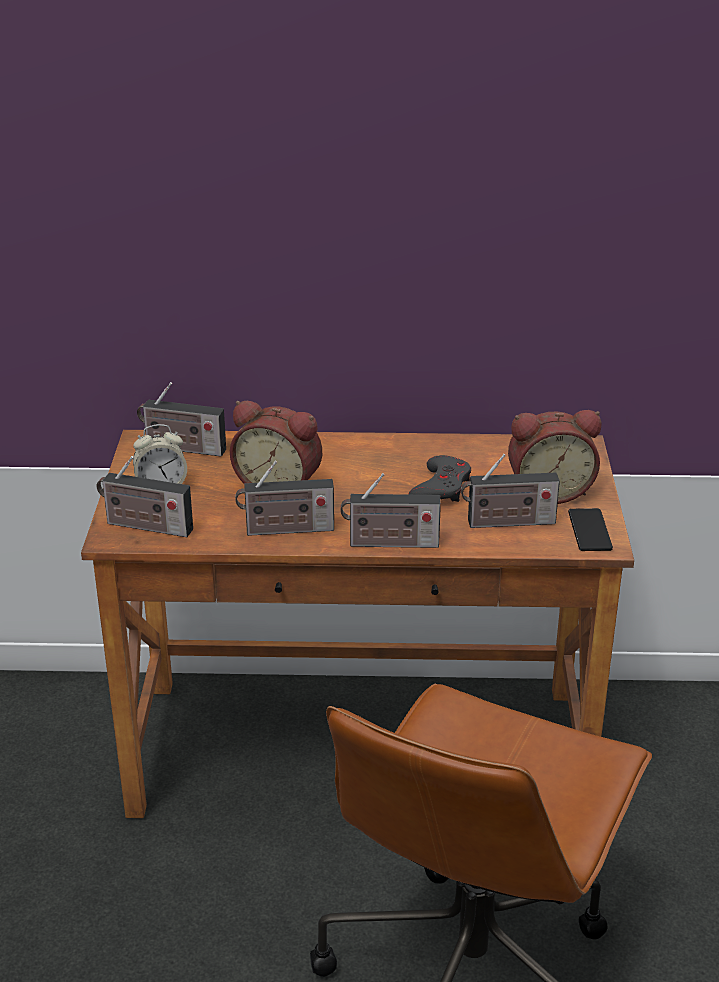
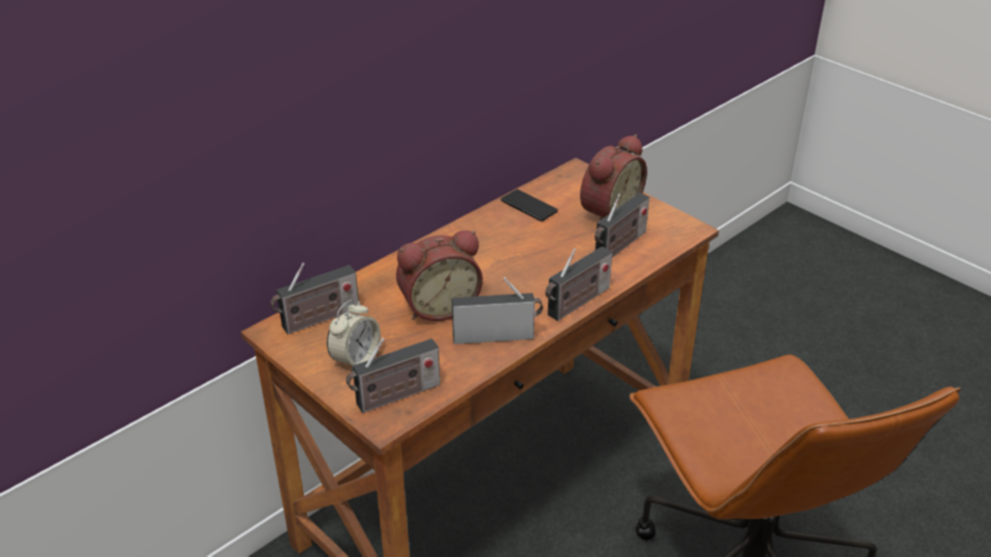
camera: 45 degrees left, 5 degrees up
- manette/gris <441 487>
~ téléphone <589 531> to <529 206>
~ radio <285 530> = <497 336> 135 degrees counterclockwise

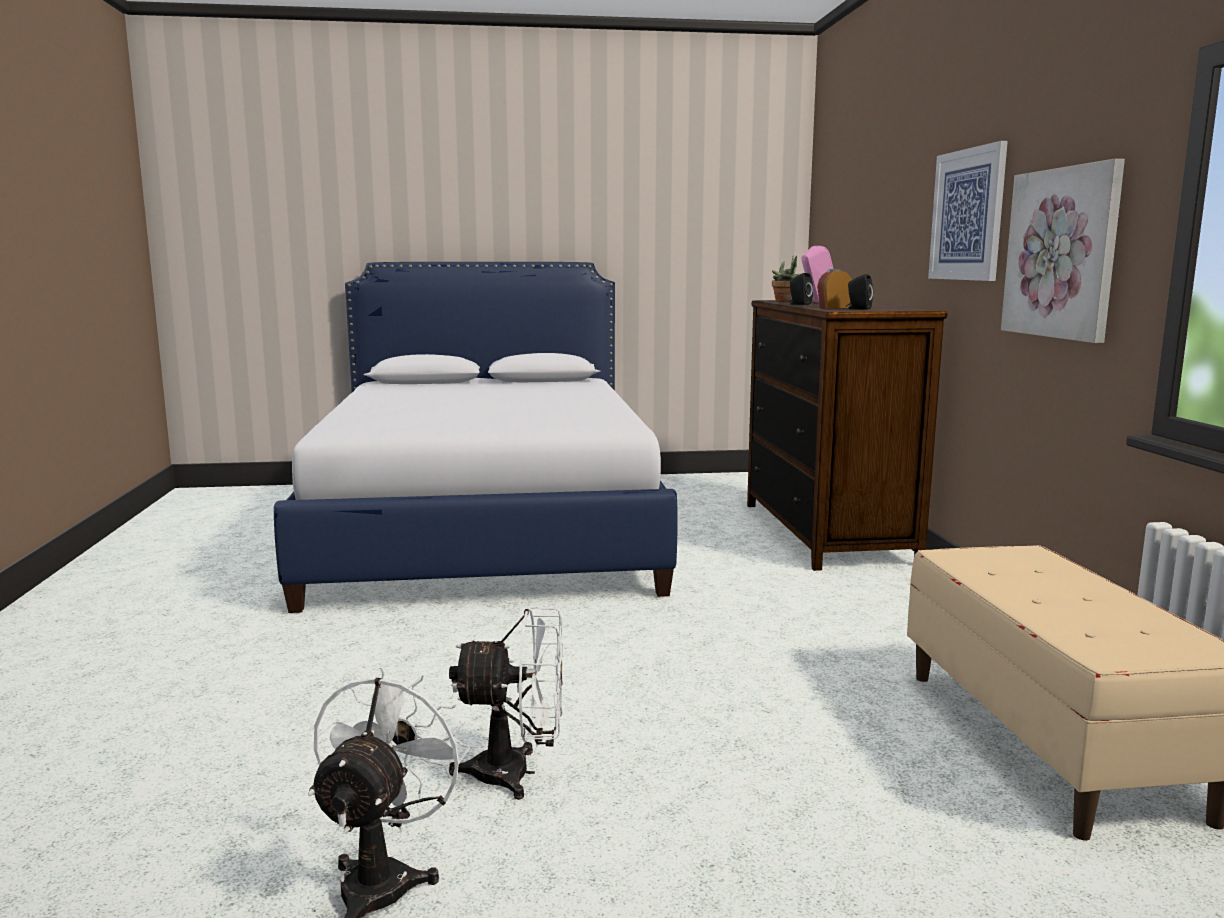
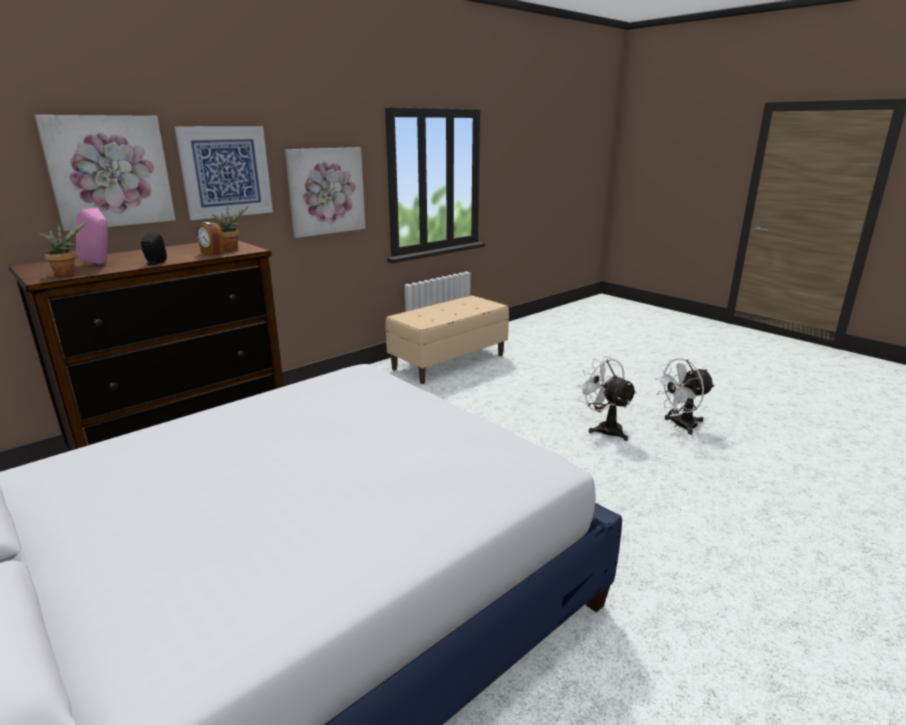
camera: 125 degrees left, 10 degrees up
+ tableau <109 171>
~ enceinte/noir <858 309> to plante en pot <231 248>

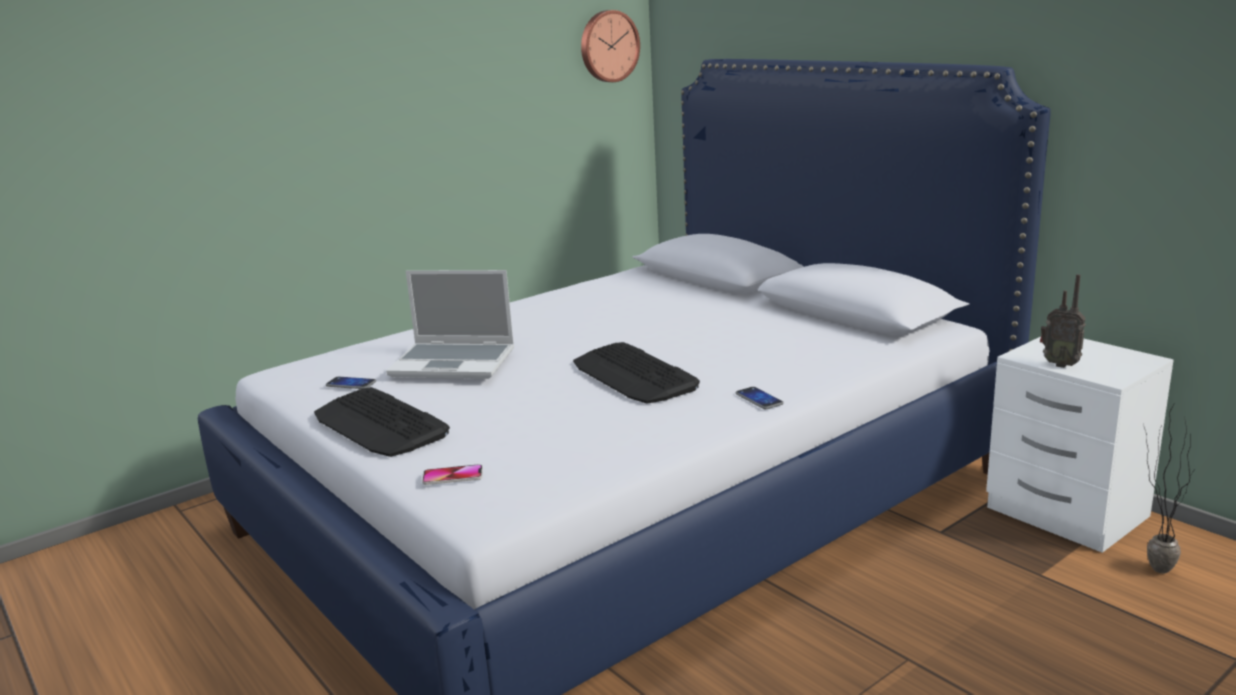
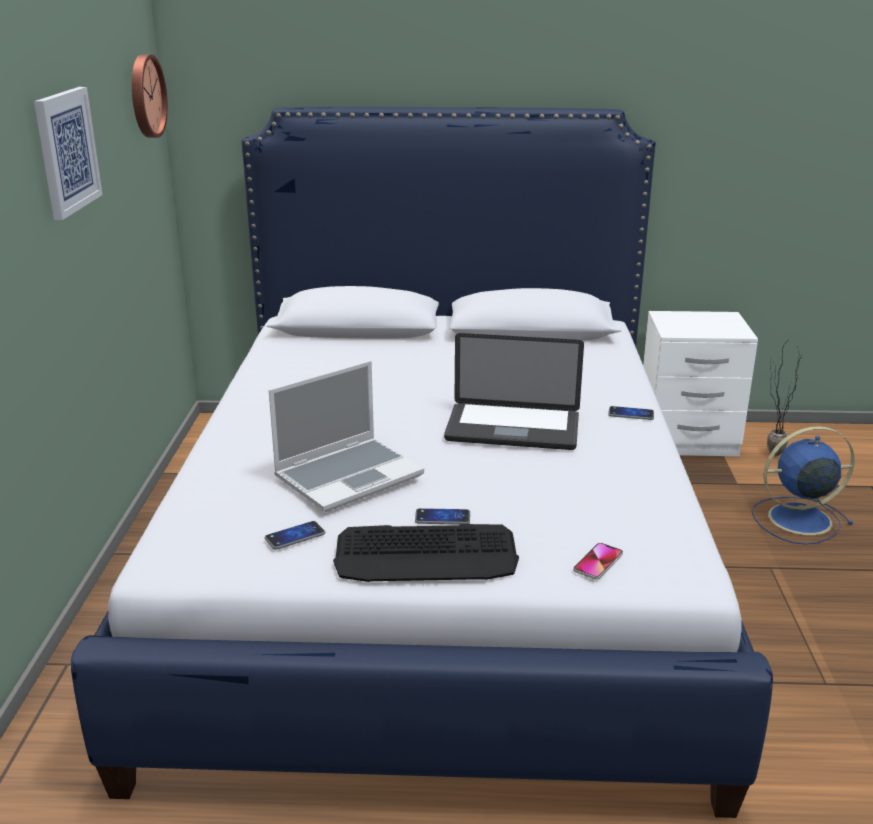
camera: 50 degrees left, 5 degrees up
- radio <1059 364>
+ tableau <66 151>
+ téléphone <442 518>
+ ventilateur/bleu <797 519>
~ clavier <633 375> to ordinateur portable <512 429>

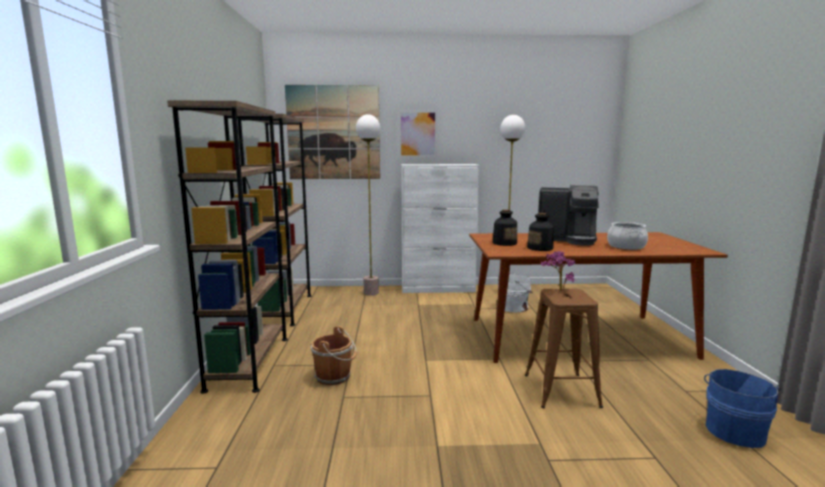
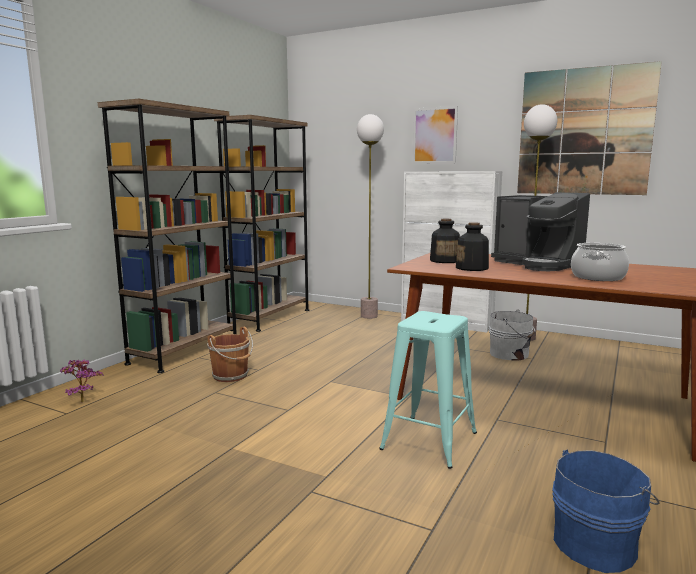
camera: 30 degrees right, 0 degrees up
~ tableau <333 133> to <584 132>
~ plante en pot <558 290> to <81 401>
~ tabouret/marron <561 390> to tabouret/turquoise <429 441>

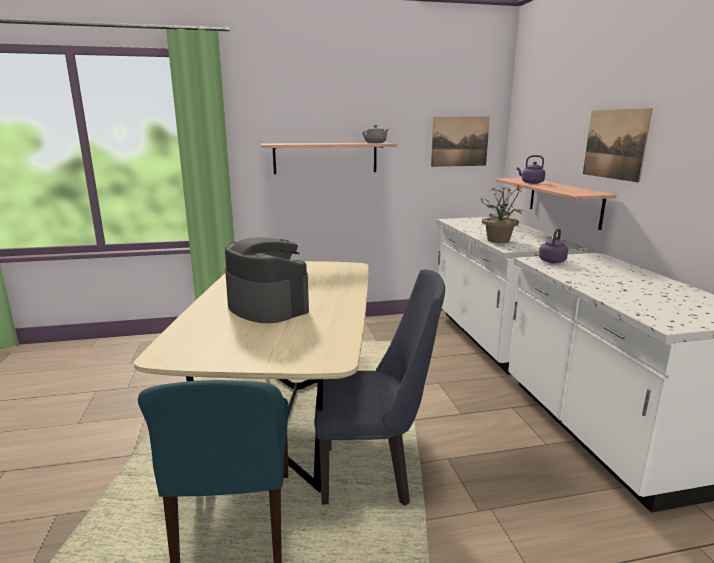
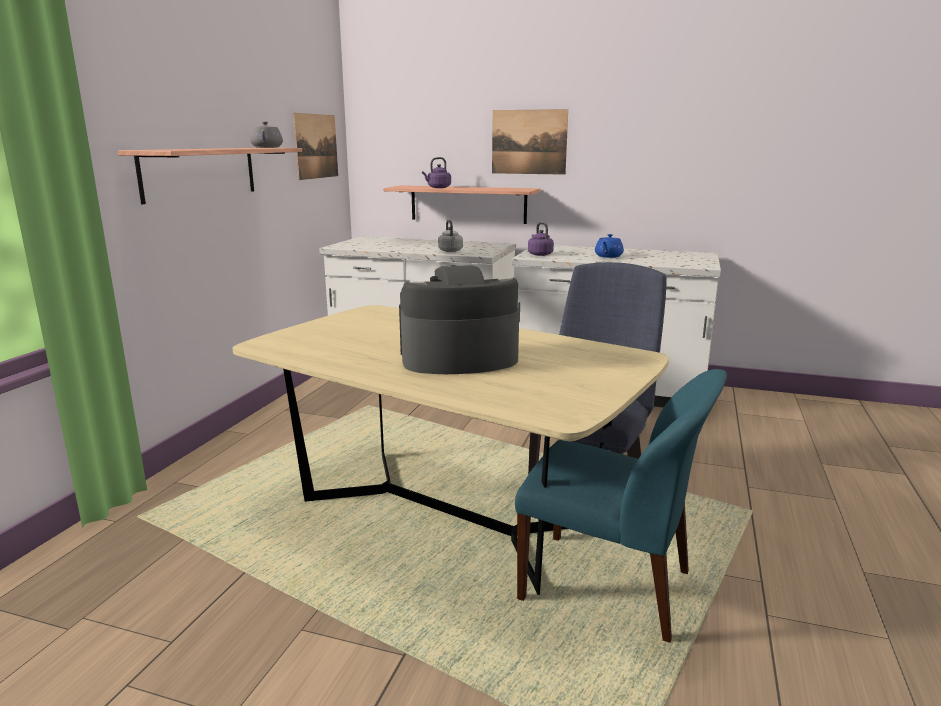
camera: 60 degrees left, 0 degrees up
+ théière/bleu <608 256>
~ plante en pot <499 240> to bouilloire/gris <450 251>

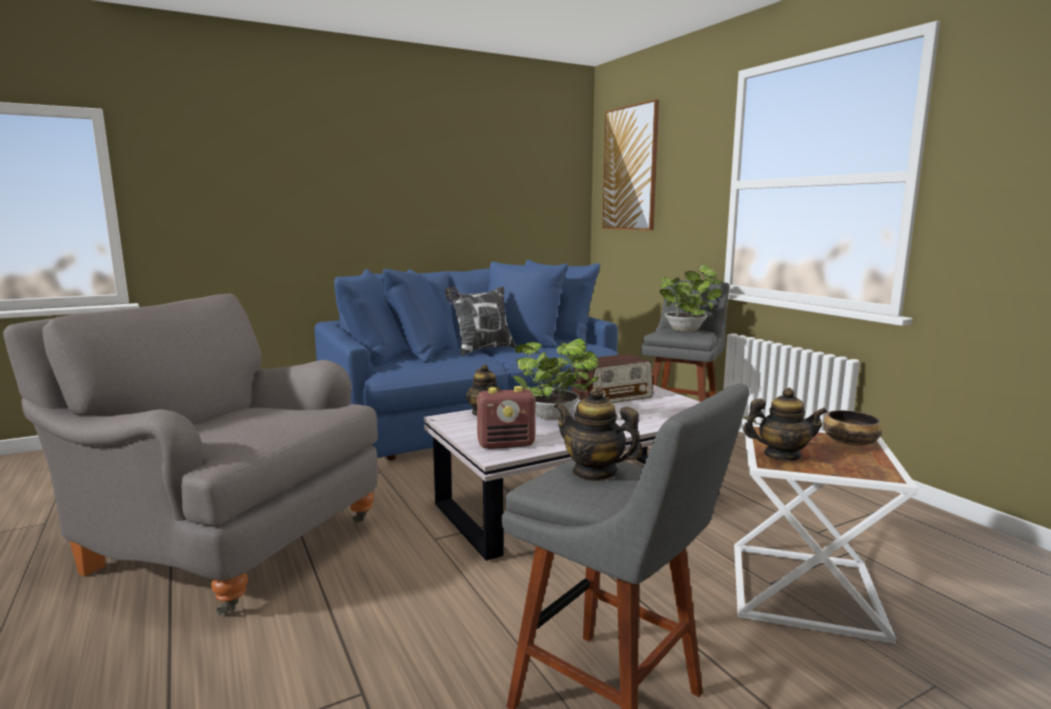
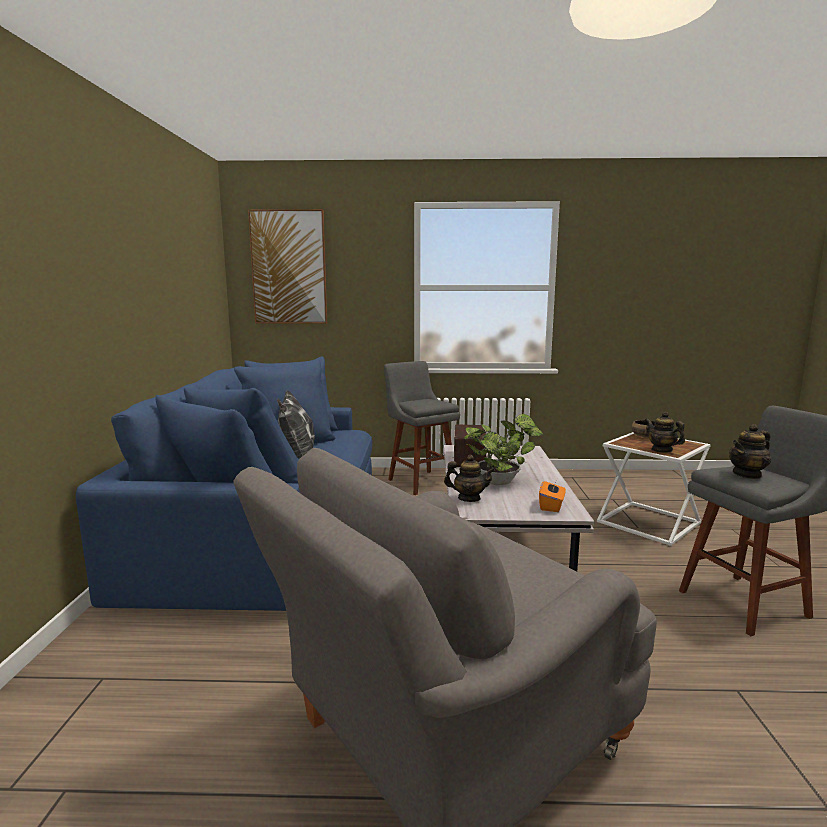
camera: 60 degrees left, 0 degrees up
- plante en pot <687 330>
~ radio <506 444> to boîte à mouchoirs/orange <551 506>
~ théière <781 455> = <661 450> 75 degrees counterclockwise

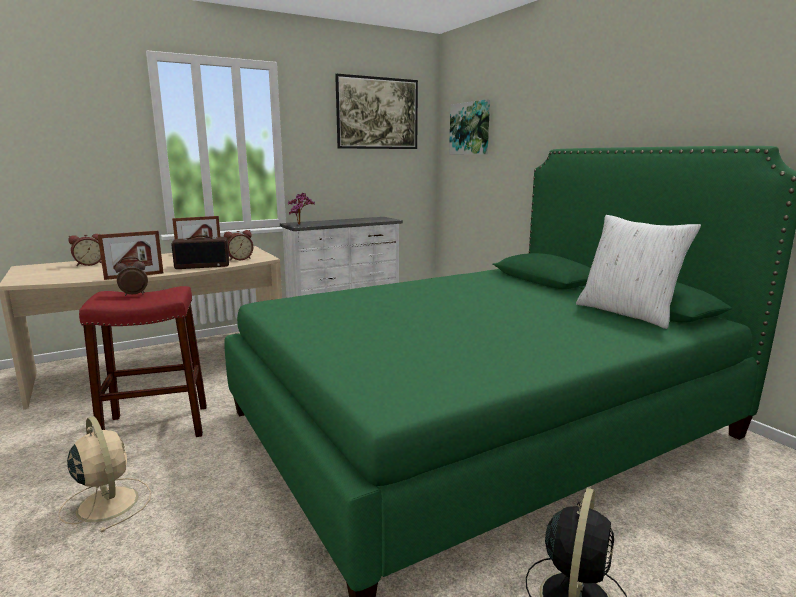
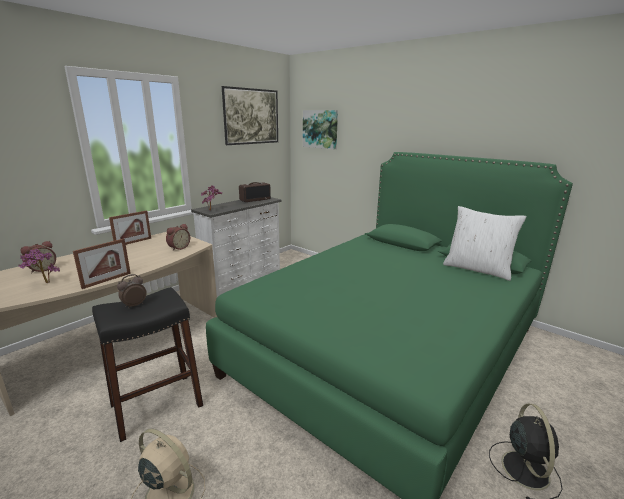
camera: 20 degrees left, 5 degrees up
+ plante en pot <44 283>
~ radio <203 266> to <255 199>
~ tabouret/rouge <156 426> to tabouret/noir <156 405>

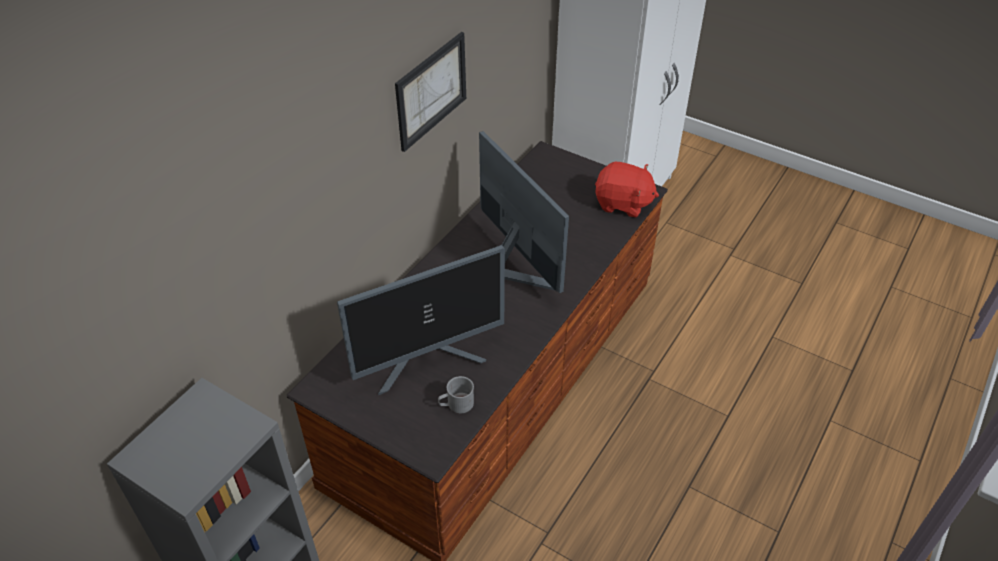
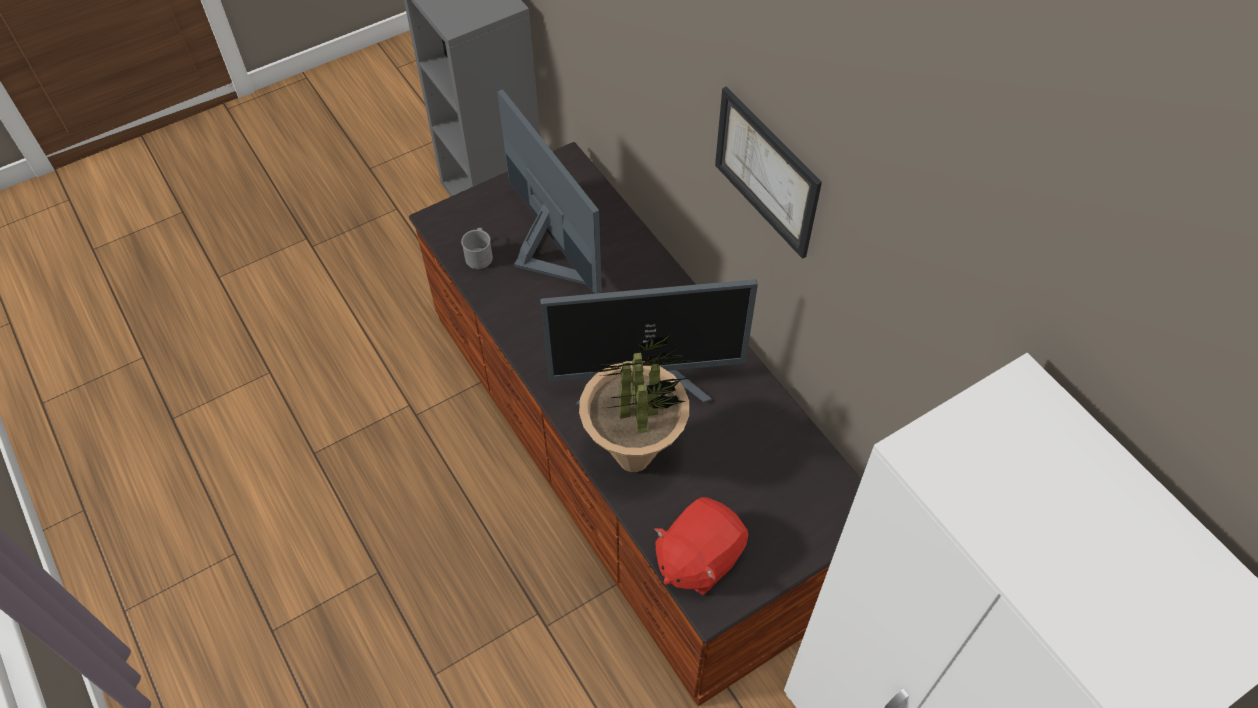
camera: 115 degrees right, 10 degrees up
+ plante en pot <634 457>
~ écran d'ordinateur <428 360> = <549 251> 150 degrees clockwise

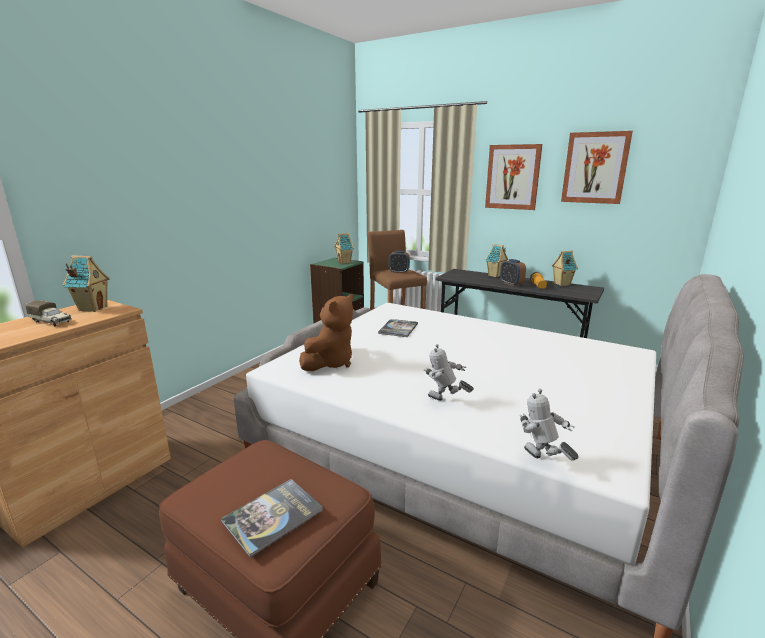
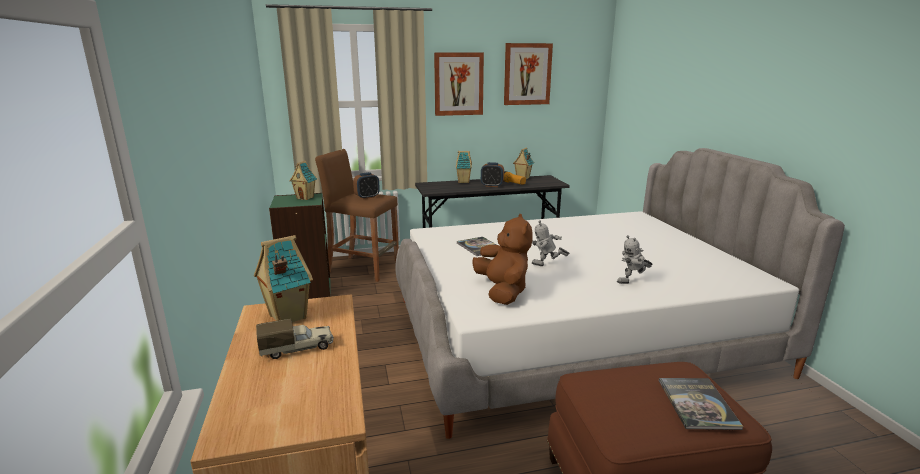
camera: 45 degrees left, 0 degrees up
~ robot jouet <541 462> to <547 266>

